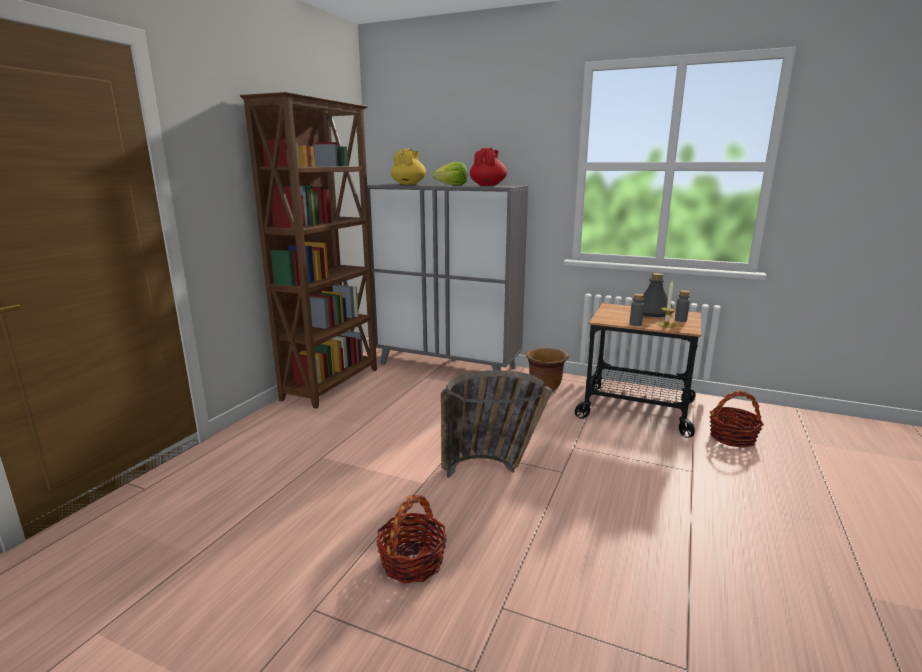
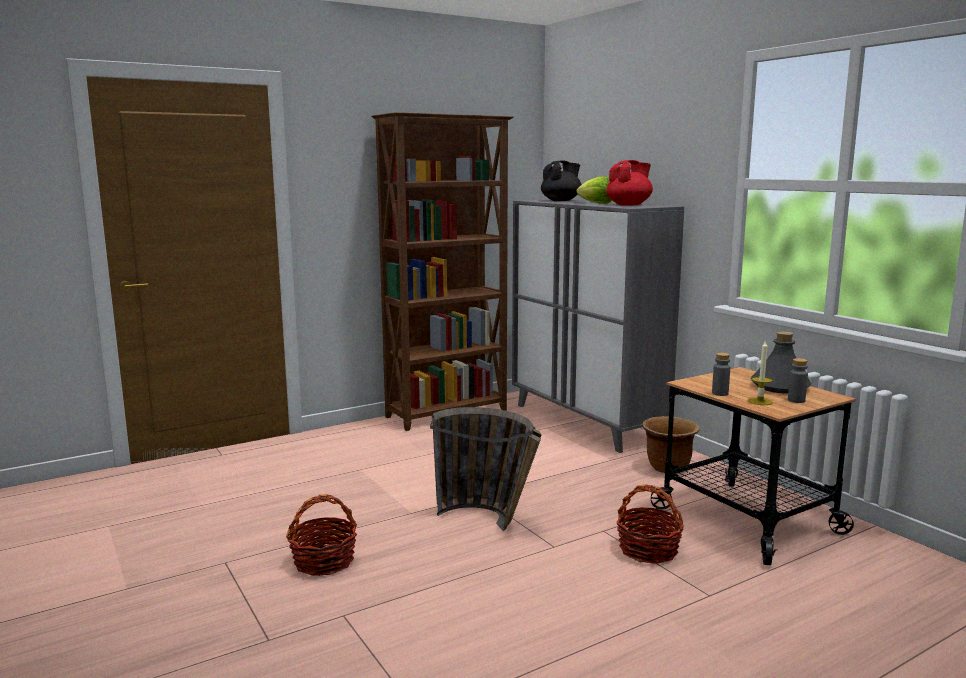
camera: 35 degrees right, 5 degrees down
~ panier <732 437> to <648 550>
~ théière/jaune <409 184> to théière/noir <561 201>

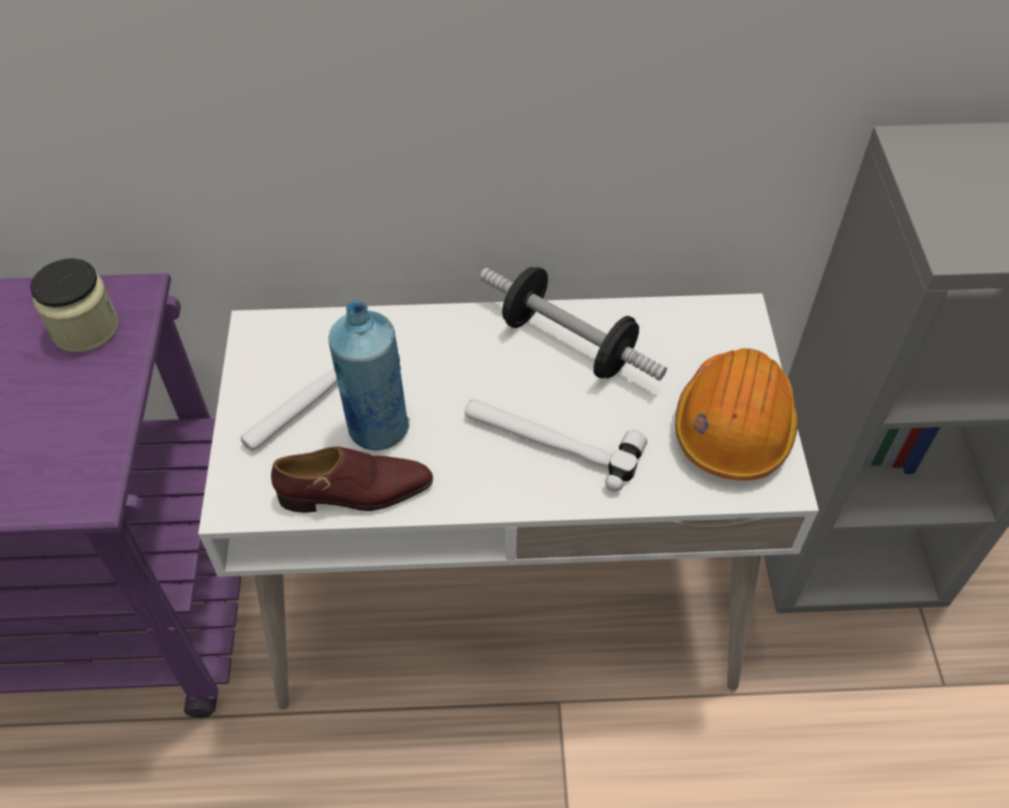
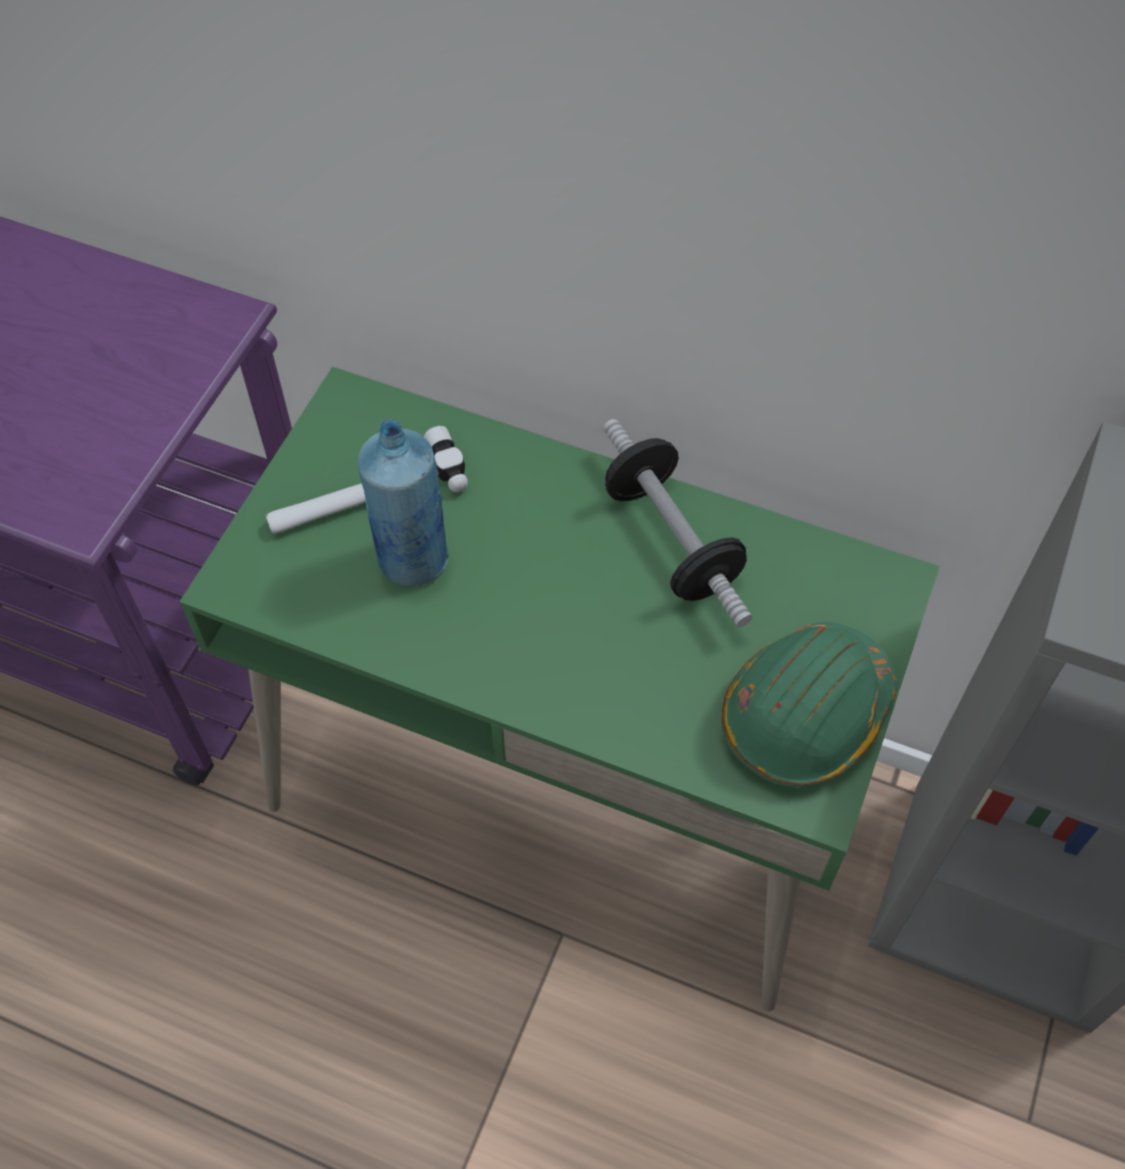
camera: 25 degrees right, 5 degrees up
- bocal <86 328>
- chaussure/marron <356 492>
- marteau <551 441>
~ bureau/blanc <504 594> to bureau/vert <563 788>
~ casque de chantier/orange <733 426> to casque de chantier/vert <805 714>

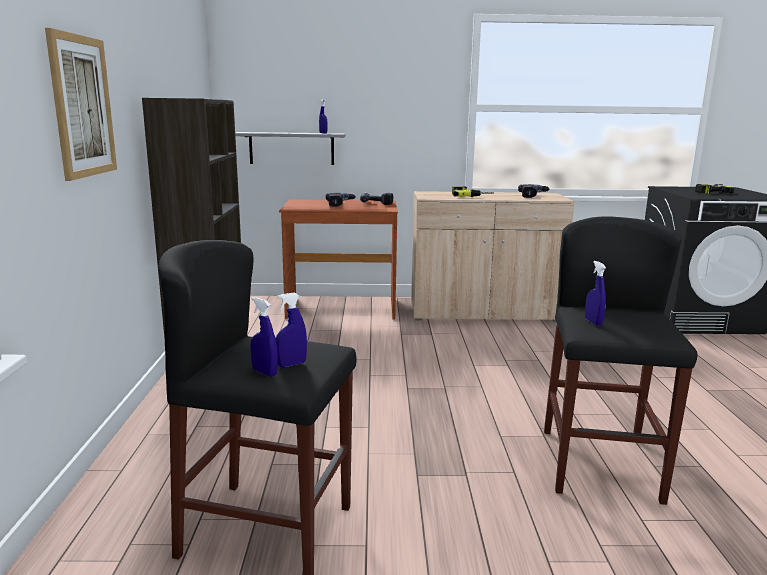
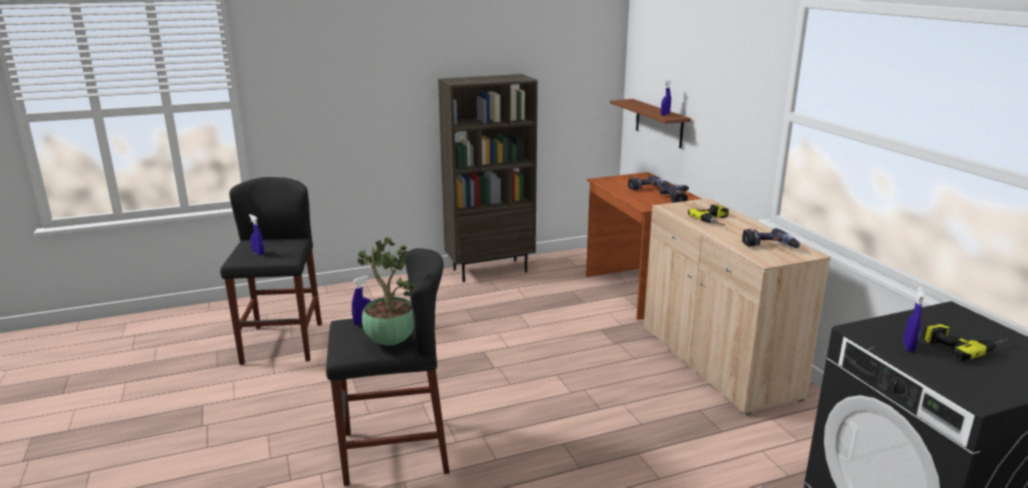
camera: 70 degrees right, 5 degrees up
- tableau <82 106>
+ plante en pot <389 341>
~ vaporisateur/bleu <264 373> to <908 347>
~ étagère/gris <291 148> to étagère/marron <659 123>

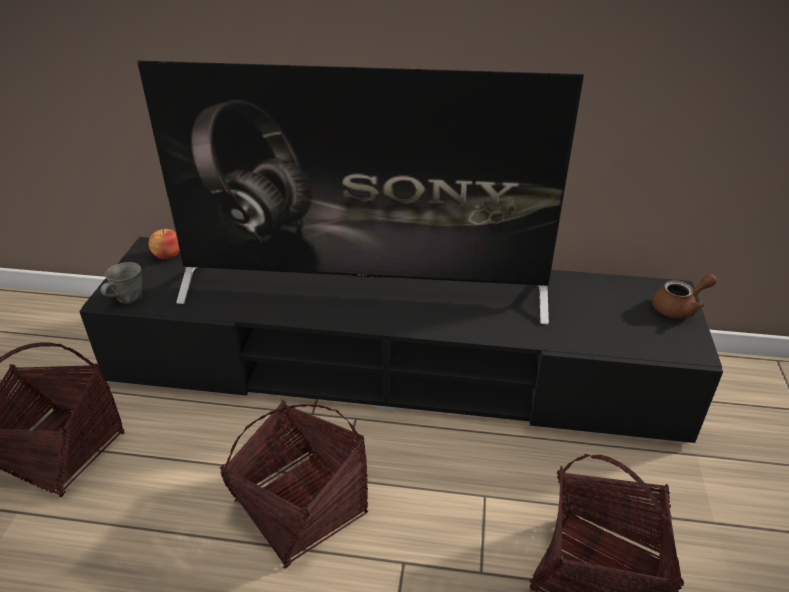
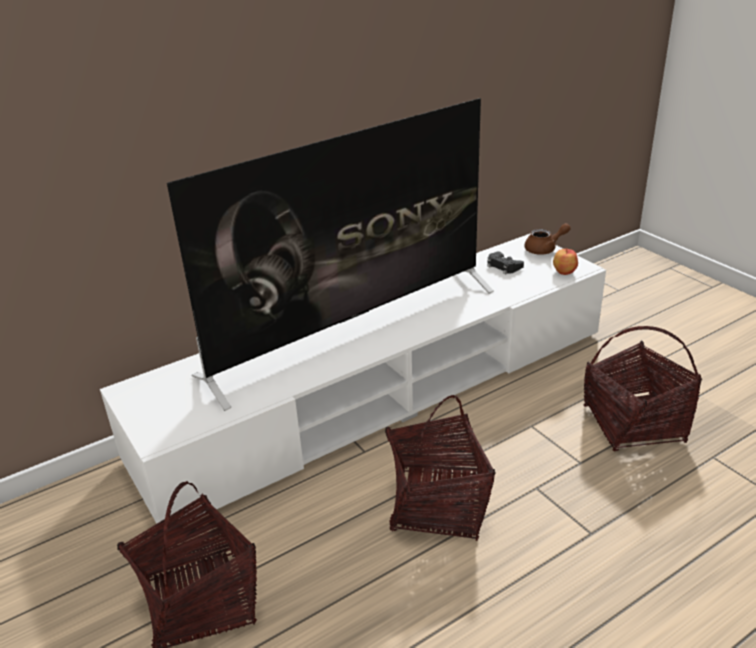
camera: 40 degrees left, 5 degrees down
- mug/gris <128 298>
+ manette/noir <503 266>
~ pomme <167 255> to <563 271>
~ meuble télé/noir <395 369> to meuble télé/blanc <382 392>
~ théière/marron <679 308> = <545 249> 45 degrees clockwise

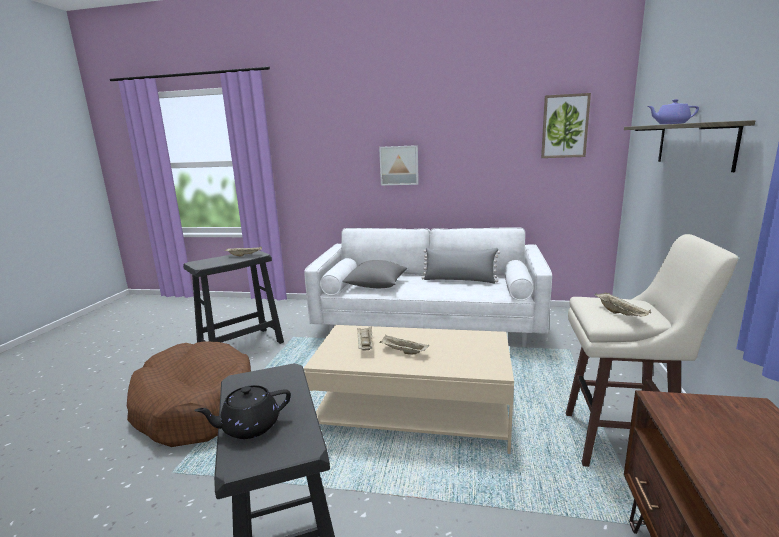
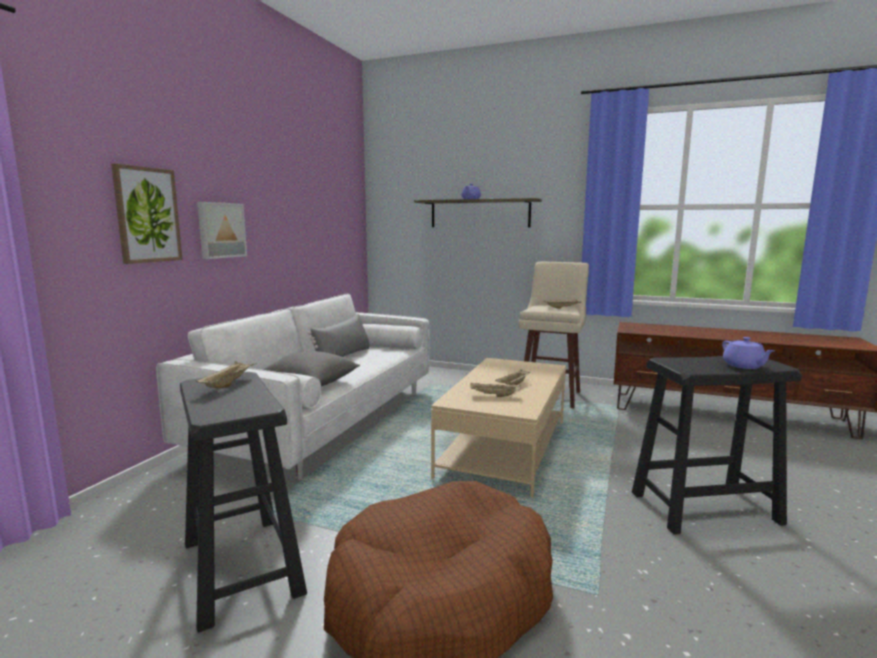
camera: 80 degrees left, 5 degrees down
~ tableau <564 126> to <147 215>
~ théière/noir <249 427> to théière/violet <744 366>

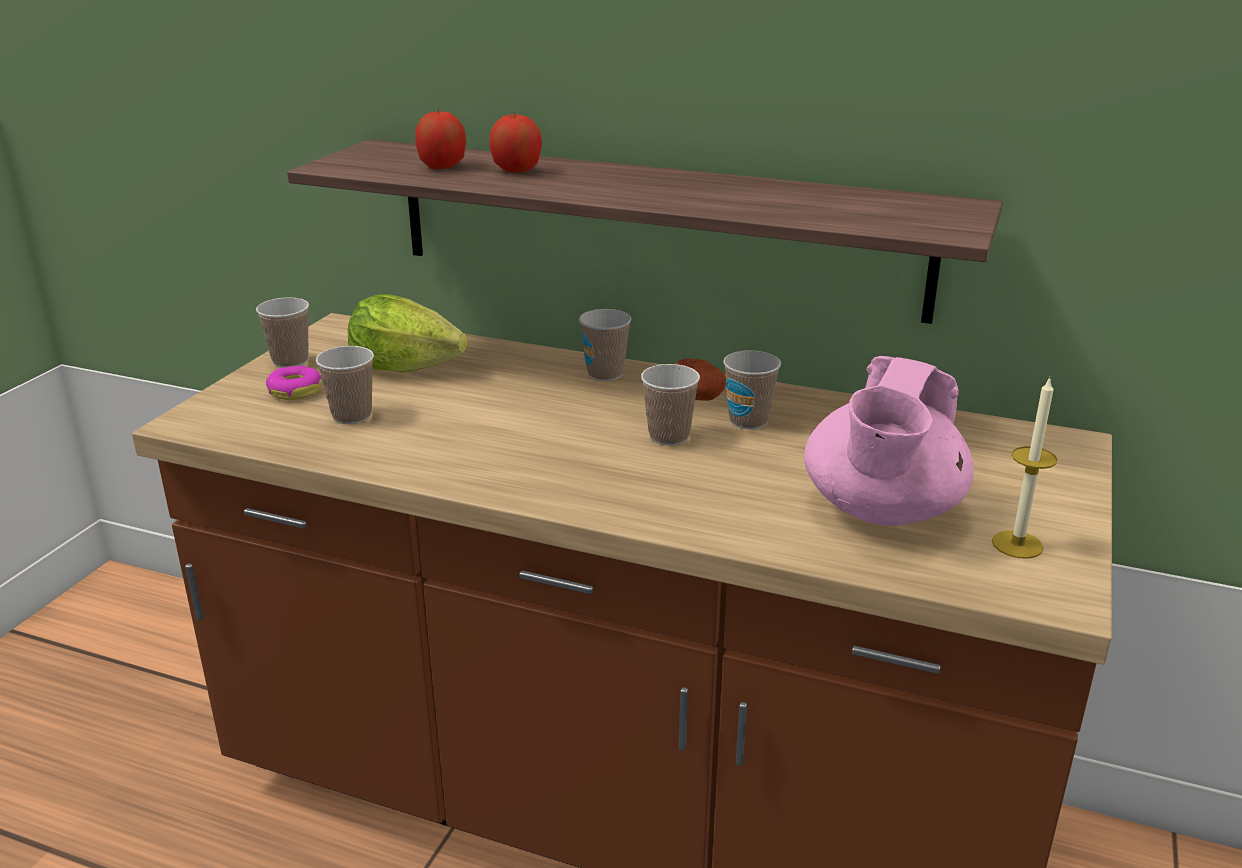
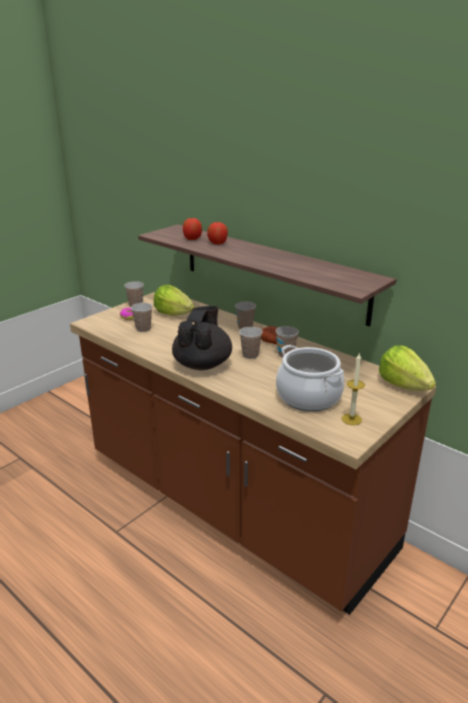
camera: 20 degrees right, 0 degrees up
+ théière/noir <202 364>
+ laitue <403 385>
~ théière/rose <881 511> to marmite <308 397>

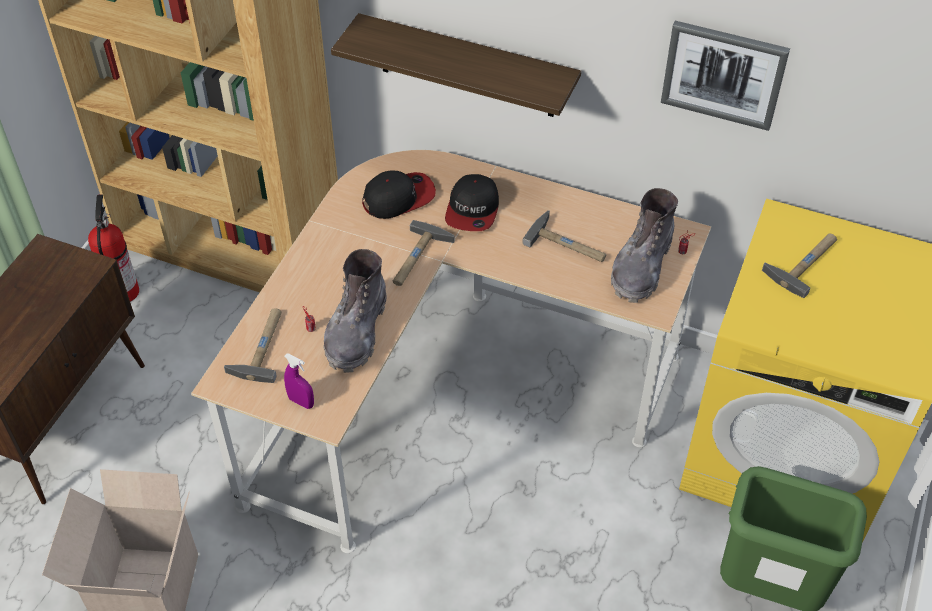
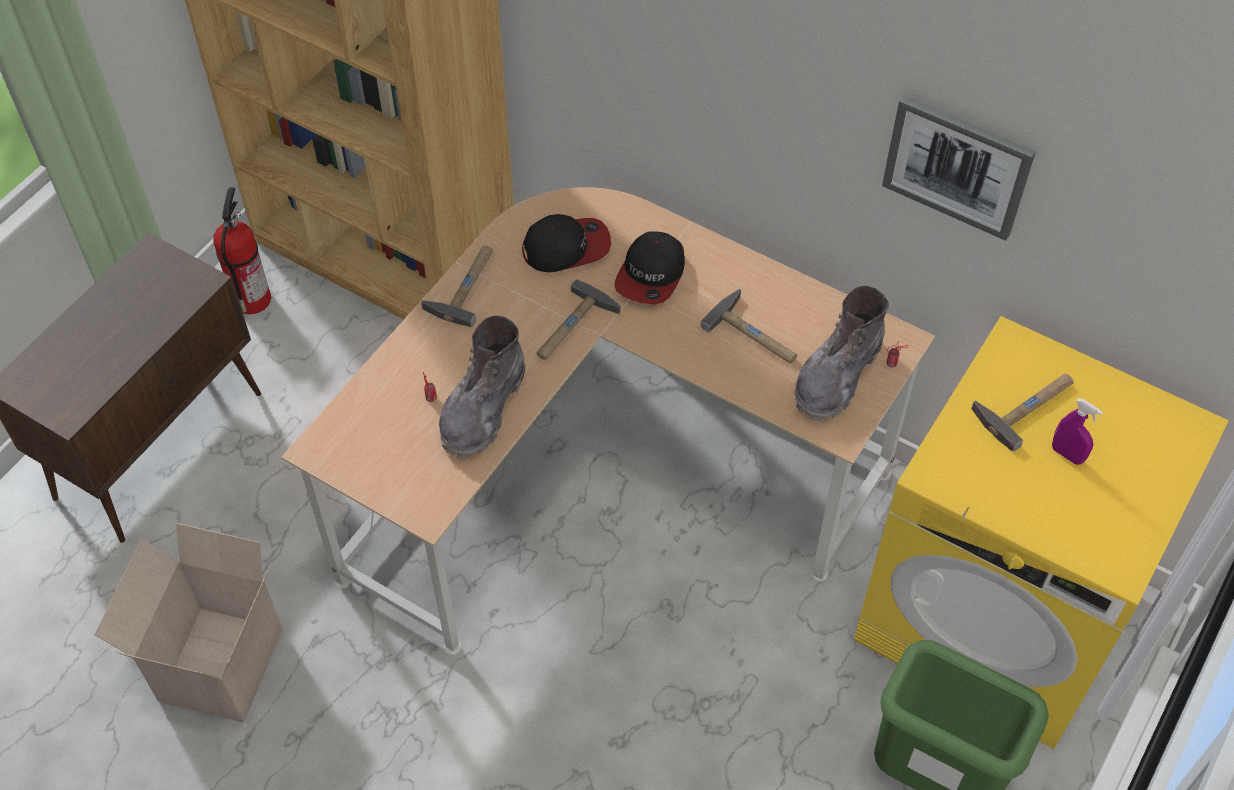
camera: 10 degrees right, 5 degrees up
- étagère <467 67>
~ marteau <261 346> to <465 285>
~ vaporisateur/violet <301 402> to <1067 454>

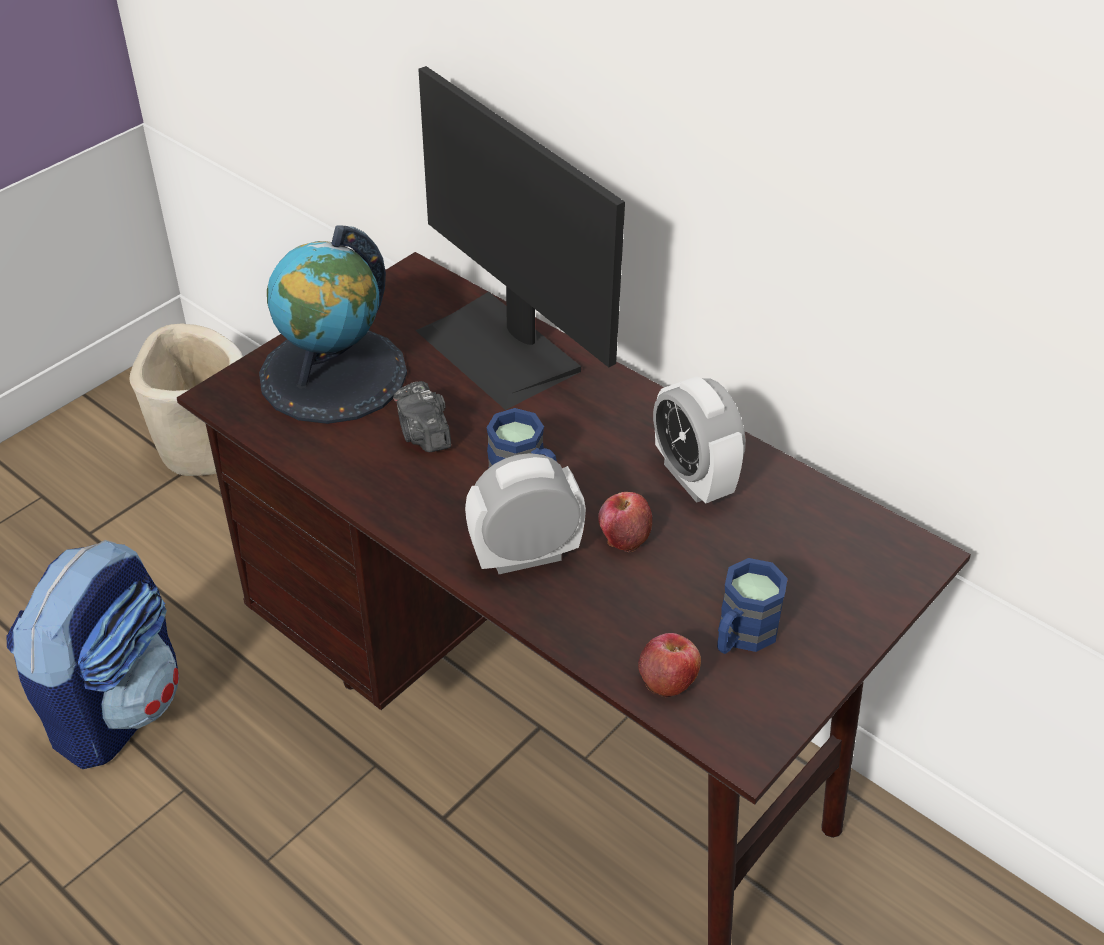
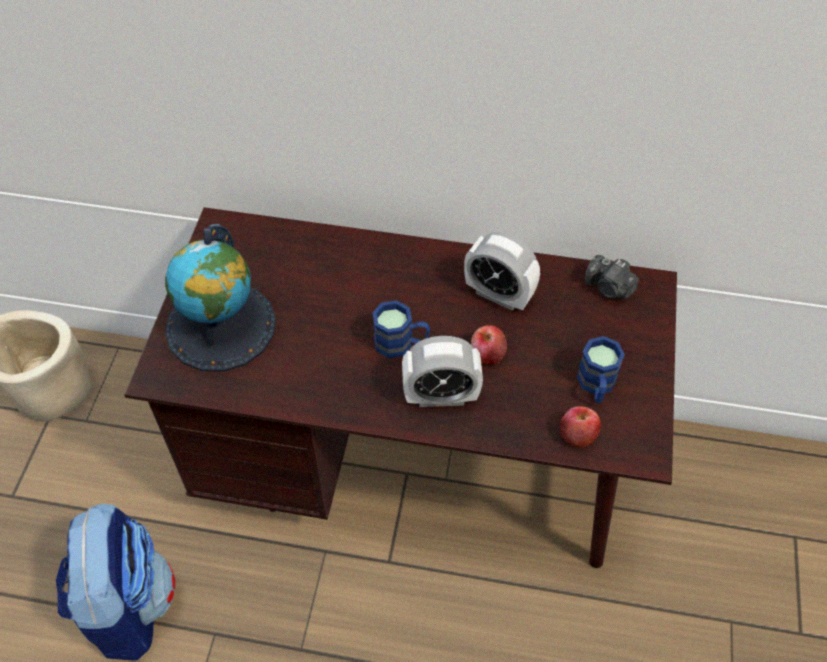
camera: 30 degrees left, 10 degrees up
- écran d'ordinateur <501 349>
~ appareil photo <423 434> to <609 288>
~ réveil <525 556> = <441 396> 135 degrees counterclockwise

